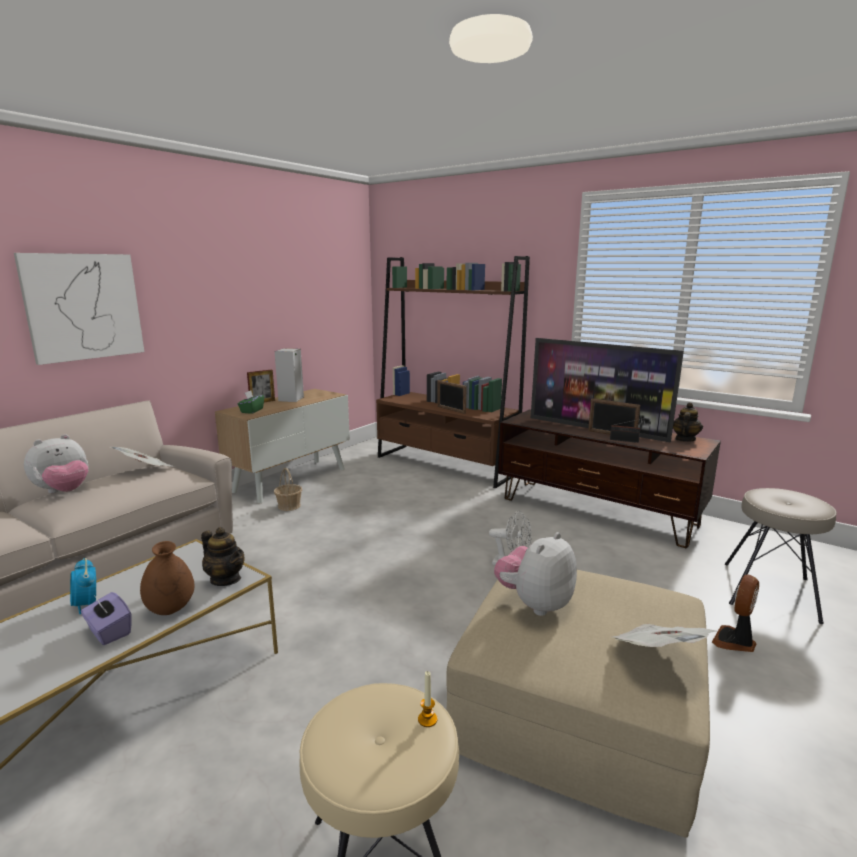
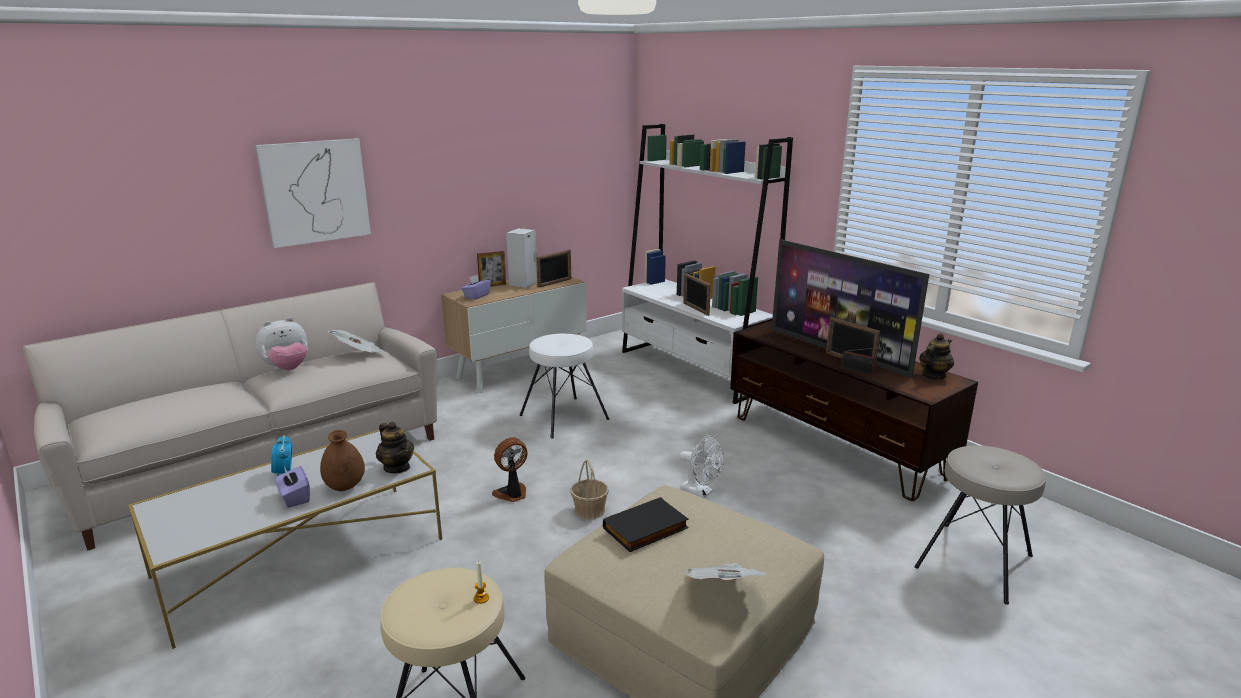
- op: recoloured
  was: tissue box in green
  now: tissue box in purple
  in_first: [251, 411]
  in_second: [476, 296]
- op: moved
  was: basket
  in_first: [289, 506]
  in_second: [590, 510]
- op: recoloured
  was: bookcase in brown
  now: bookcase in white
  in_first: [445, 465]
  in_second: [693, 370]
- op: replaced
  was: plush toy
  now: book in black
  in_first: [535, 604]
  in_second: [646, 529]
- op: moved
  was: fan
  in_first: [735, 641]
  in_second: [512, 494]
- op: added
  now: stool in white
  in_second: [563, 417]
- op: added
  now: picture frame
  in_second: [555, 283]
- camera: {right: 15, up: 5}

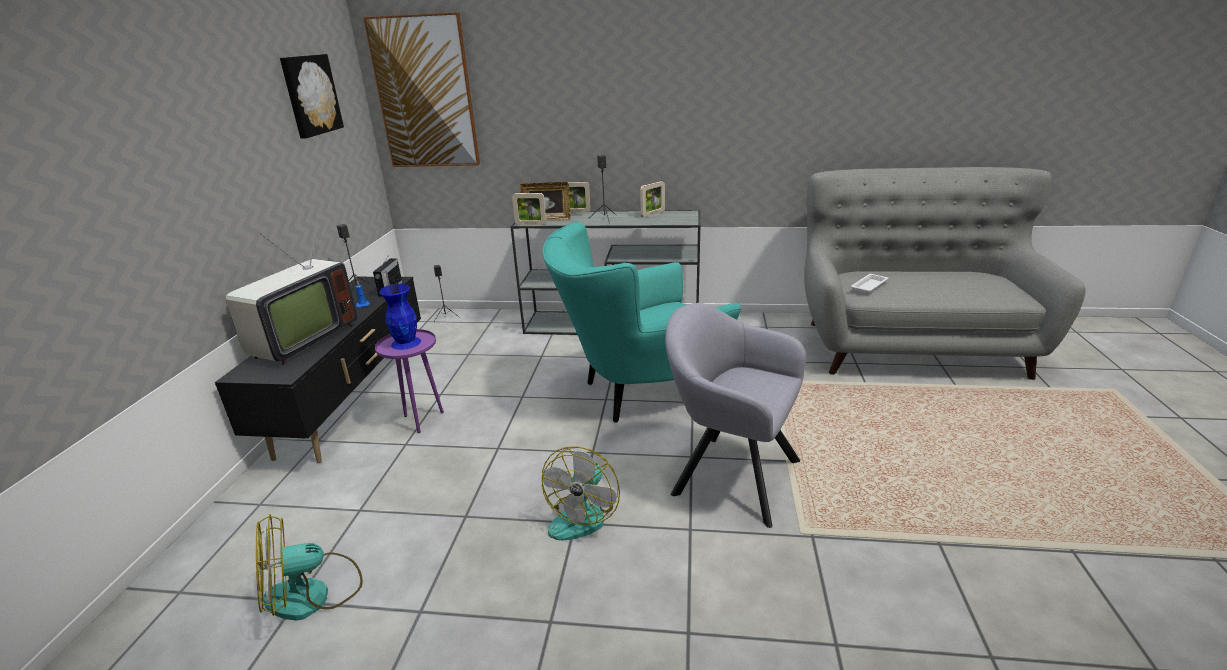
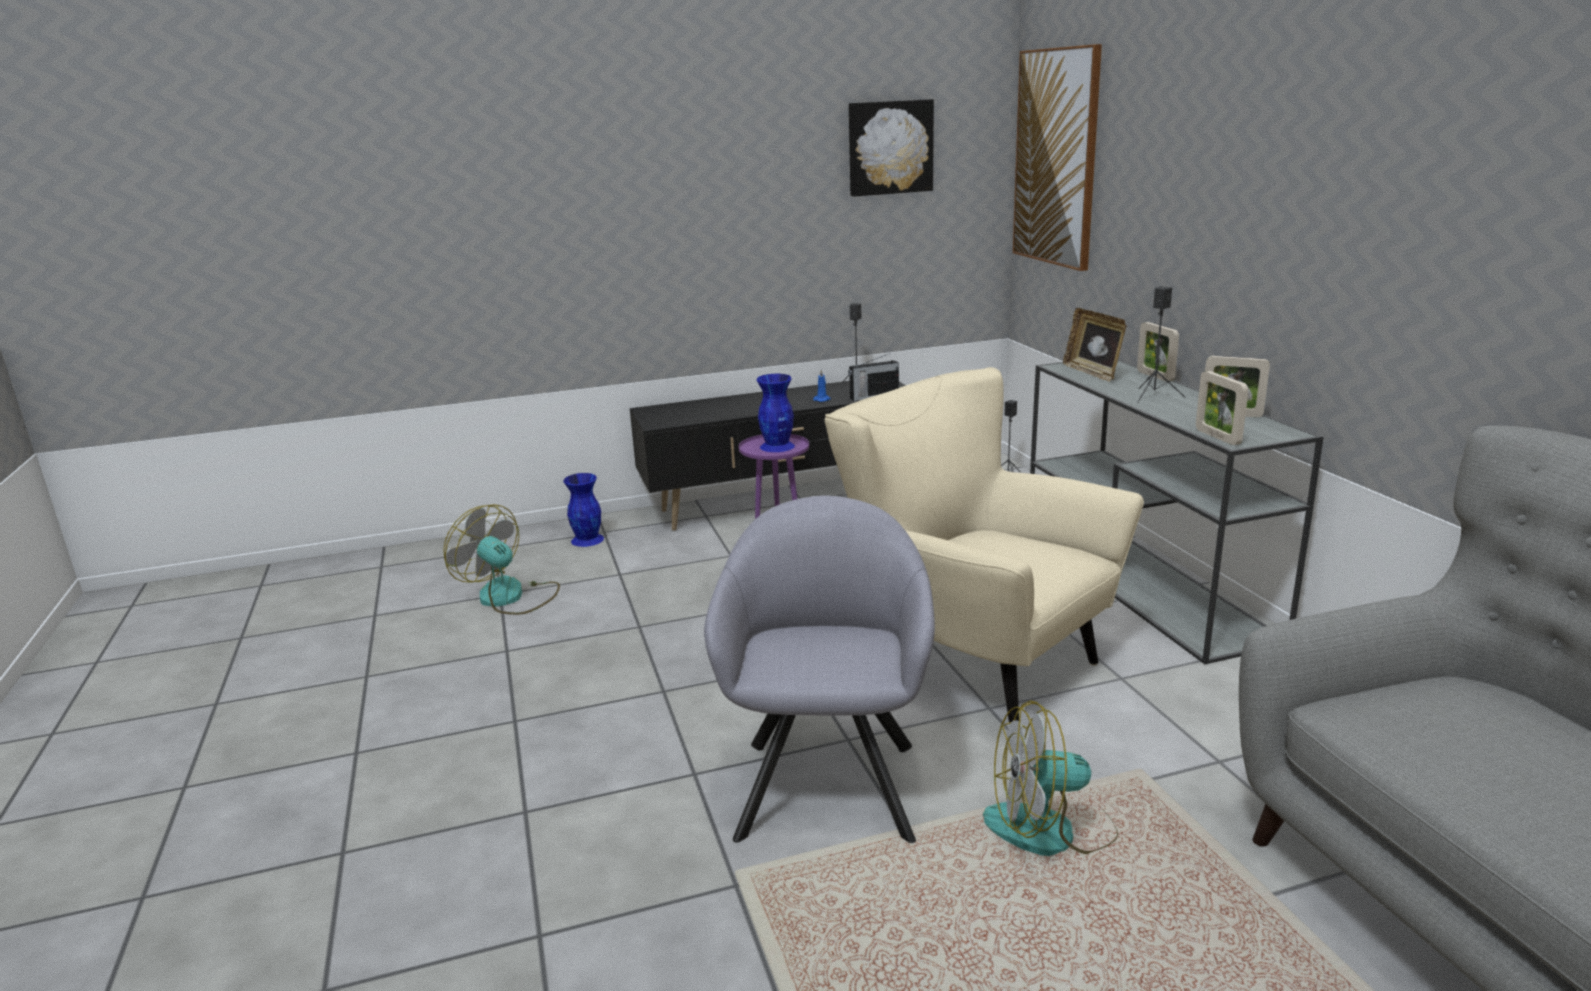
- op: removed
  was: television
  in_first: [300, 341]
- op: moved
  was: picture frame
  in_first: [530, 224]
  in_second: [1217, 437]
- op: recoloured
  was: armchair in turquoise
  now: armchair in beige
  in_first: [639, 392]
  in_second: [968, 658]
- op: moved
  was: fan
  in_first: [582, 514]
  in_second: [1050, 829]
- op: removed
  was: tray in white
  in_first: [869, 286]
- op: added
  now: vase in blue
  in_second: [588, 539]
- camera: {right: 65, up: -5}

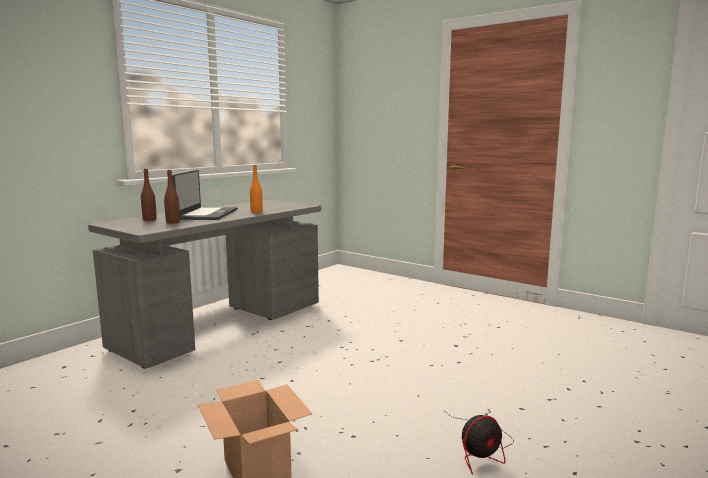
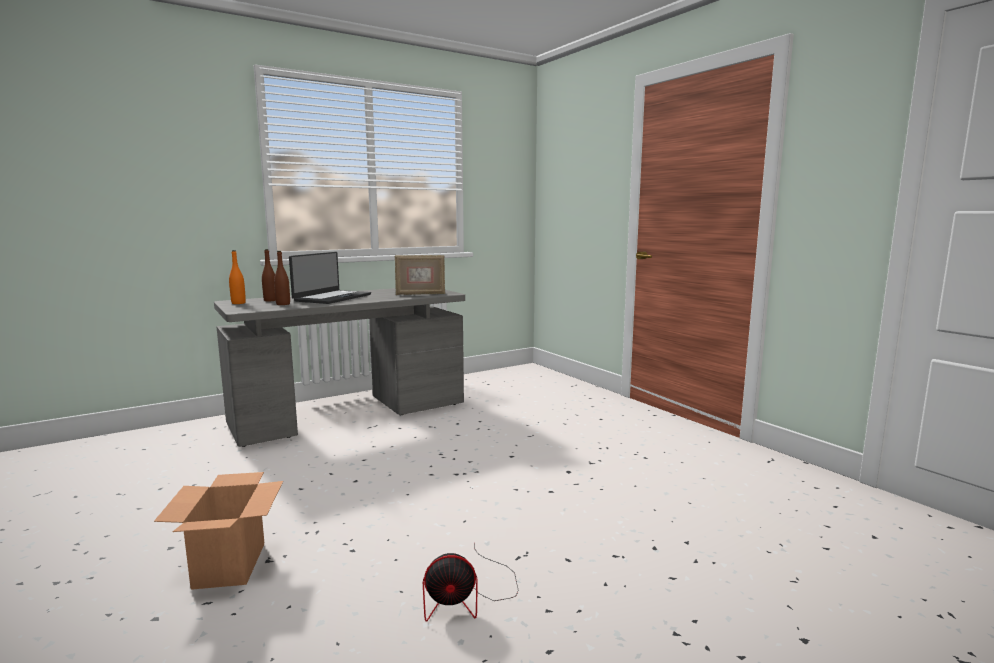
- op: moved
  was: bottle in orange
  in_first: [256, 212]
  in_second: [238, 303]
- op: added
  now: picture frame
  in_second: [420, 294]
- camera: {right: 20, up: 0}

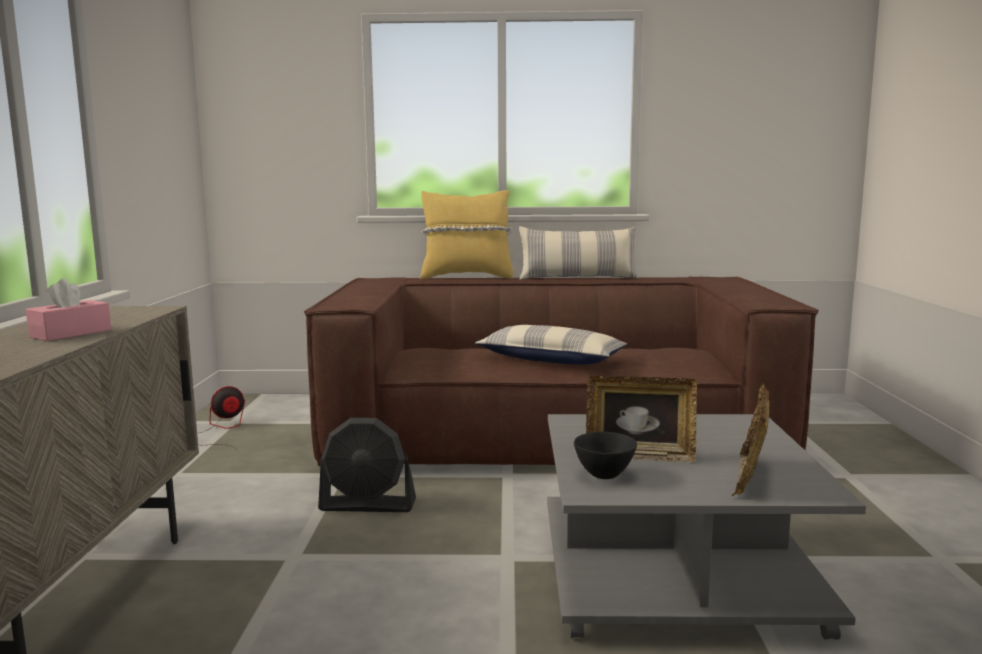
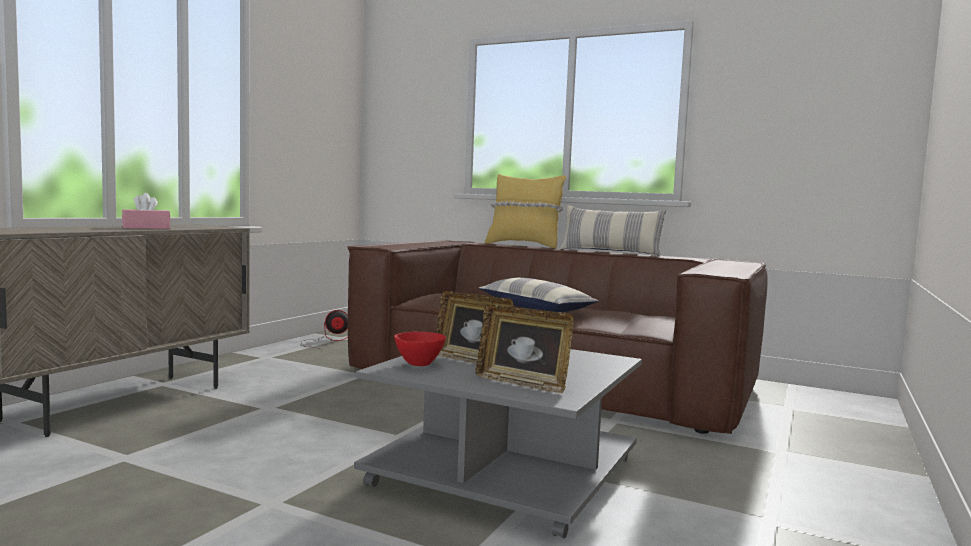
- op: removed
  was: fan in black
  in_first: [368, 505]
- op: recoloured
  was: bowl in black
  now: bowl in red
  in_first: [604, 476]
  in_second: [419, 364]
- op: turned
  was: picture frame
  in_first: [750, 478]
  in_second: [522, 383]
  clockwise: -105
- camera: {right: 25, up: -5}

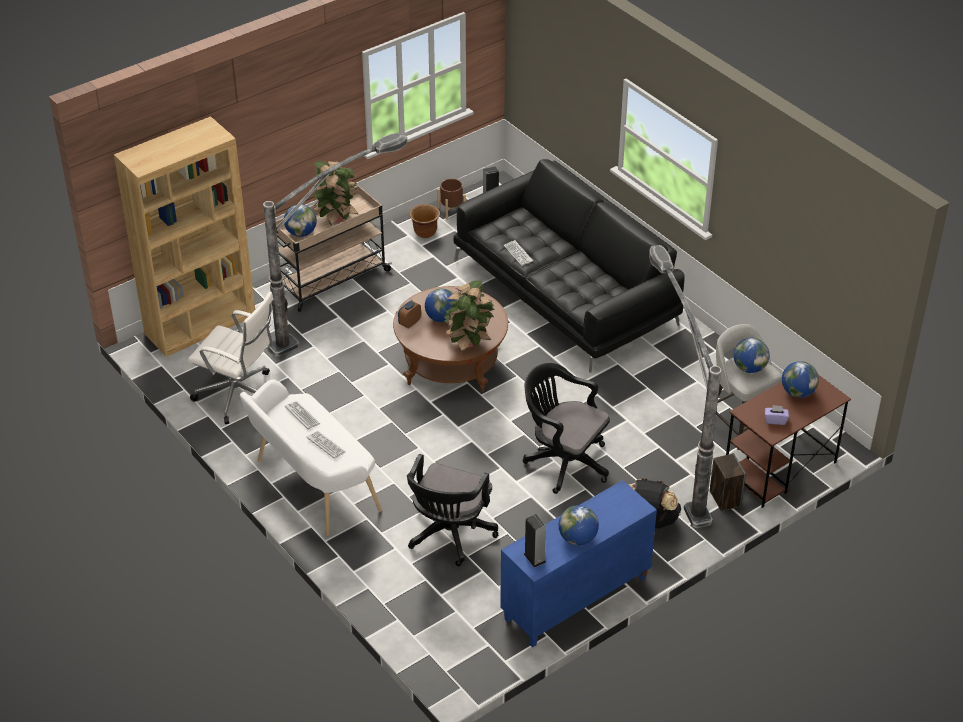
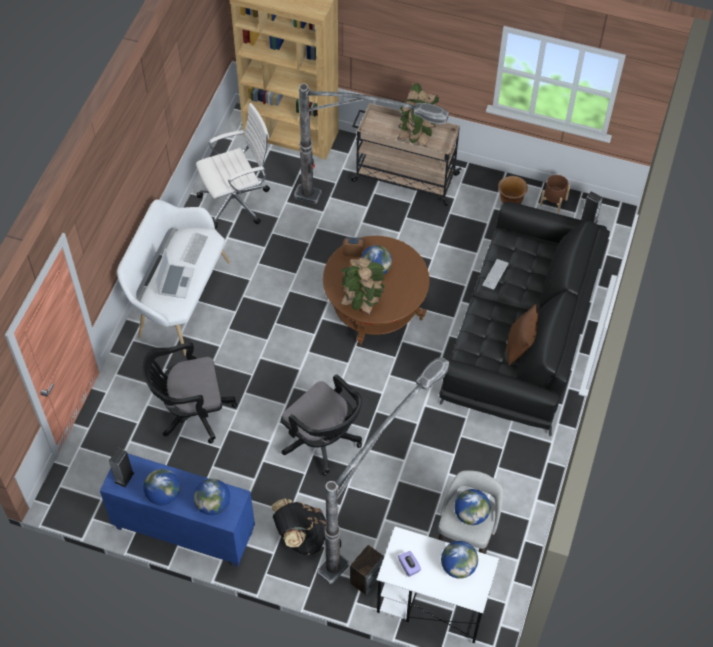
- op: turned
  was: office chair in white
  in_first: [238, 395]
  in_second: [237, 201]
  clockwise: -105
- op: moved
  was: globe
  in_first: [301, 233]
  in_second: [213, 504]
- op: replaced
  was: keyboard
  now: laptop
  in_first: [326, 445]
  in_second: [176, 281]
- op: turned
  was: office chair in black
  in_first: [563, 461]
  in_second: [324, 442]
  clockwise: 135
- op: recoloured
  was: desk in brown
  now: desk in white
  in_first: [779, 469]
  in_second: [432, 602]
- op: added
  now: pillow in brown
  in_second: [519, 347]
- camera: {right: 55, up: 15}

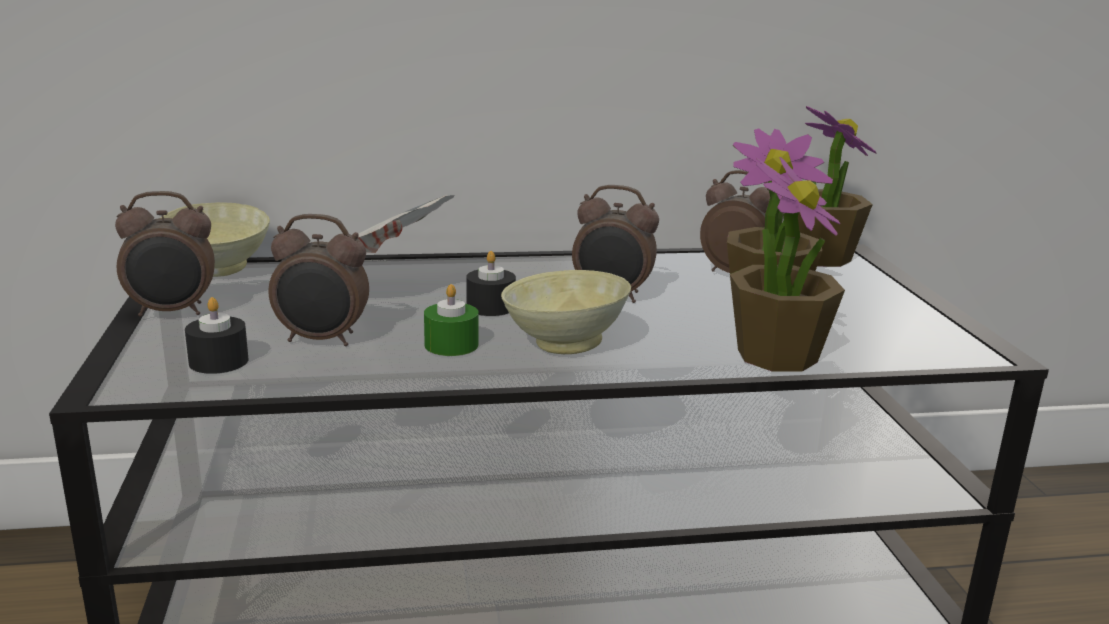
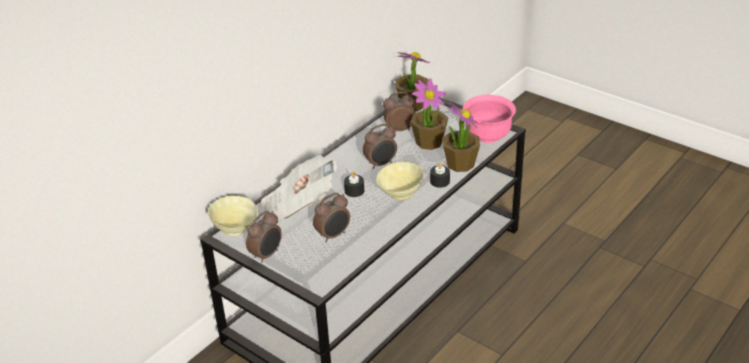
- op: moved
  was: candle in black
  in_first: [218, 361]
  in_second: [439, 181]
- op: removed
  was: candle in green
  in_first: [451, 345]
- op: added
  now: bowl in pink
  in_second: [487, 136]
- camera: {right: -40, up: 15}

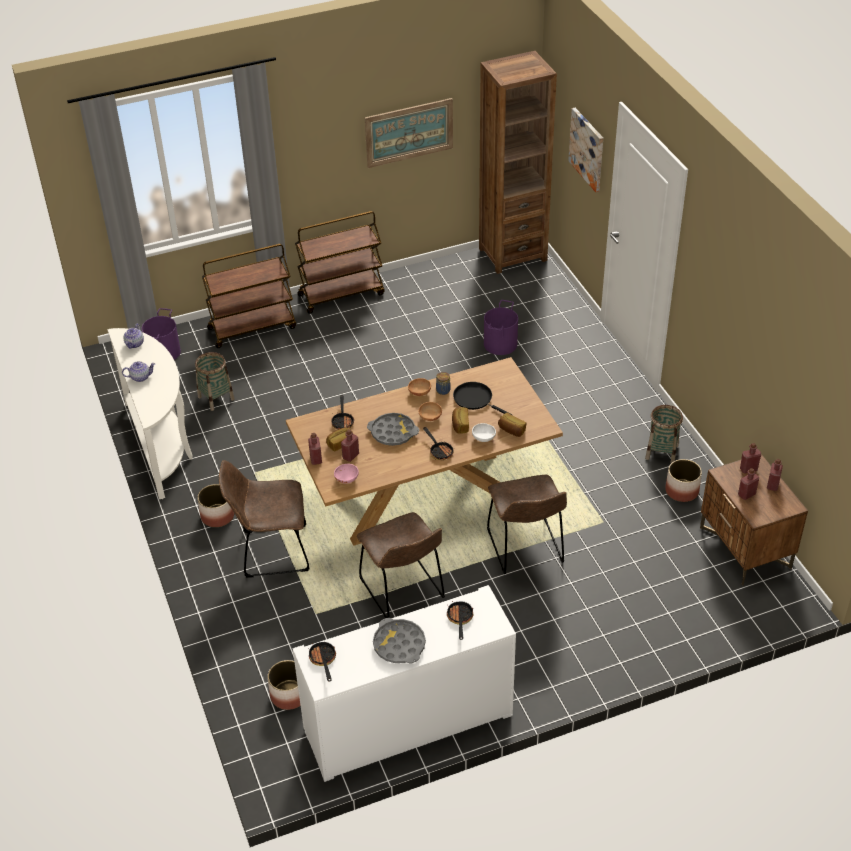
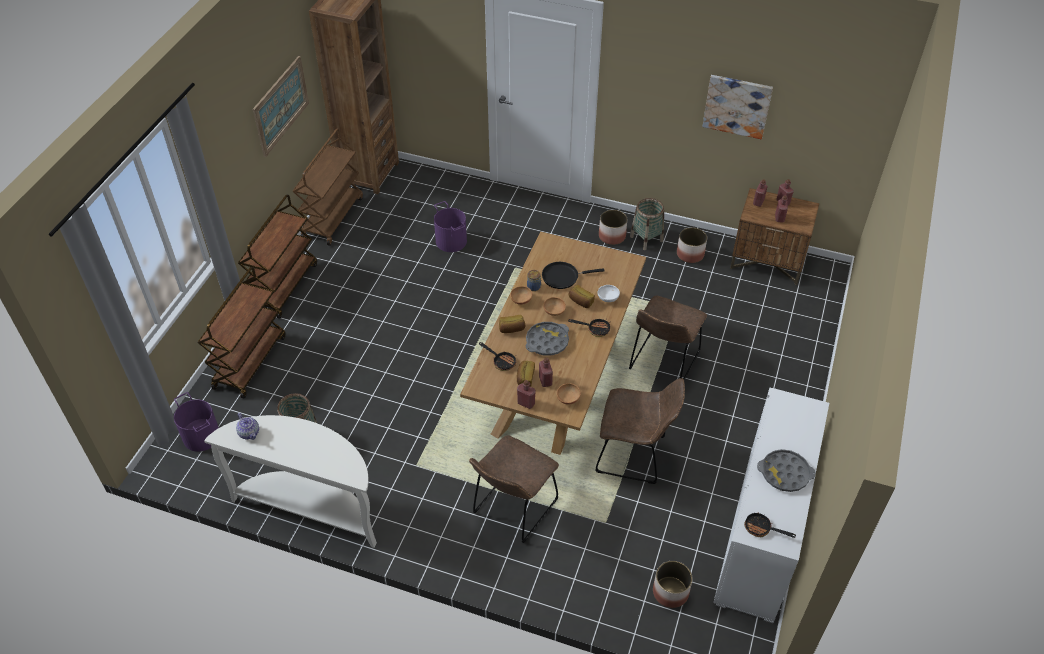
- op: removed
  was: teapot
  in_first: [140, 377]
- op: moved
  was: planter
  in_first: [217, 516]
  in_second: [612, 236]
- op: recoloured
  was: bowl in pink
  now: bowl in brown
  in_first: [346, 479]
  in_second: [567, 399]
- op: removed
  was: frying pan
  in_first: [460, 619]
- op: turned
  was: chair in brown
  in_first: [526, 549]
  in_second: [662, 363]
  clockwise: 90
- op: moved
  was: bread
  in_first: [511, 430]
  in_second: [511, 329]
- op: moved
  was: picture
  in_first: [587, 149]
  in_second: [737, 106]
- op: added
  now: cart in brown
  in_second: [332, 217]
- camera: {right: -50, up: 5}

